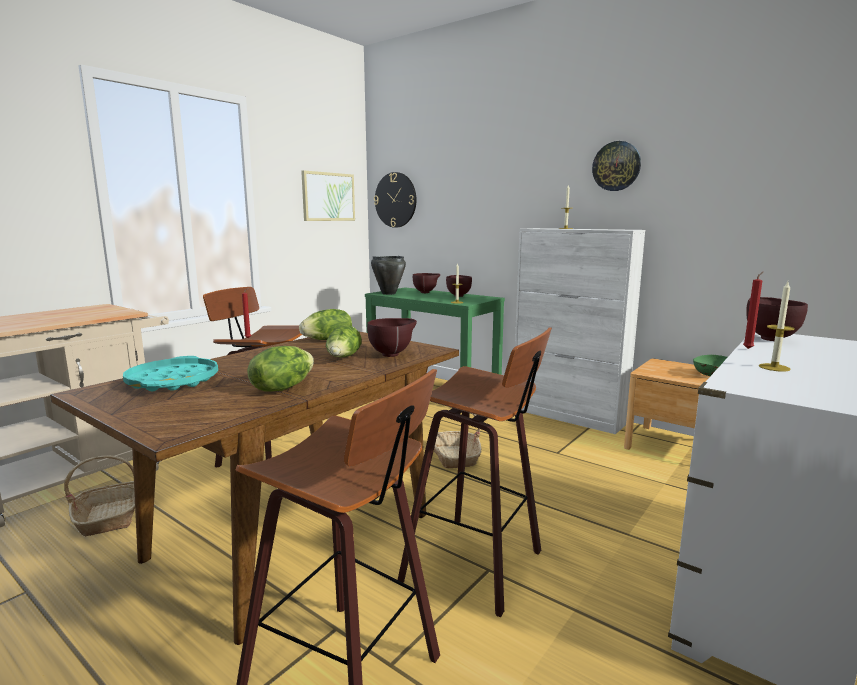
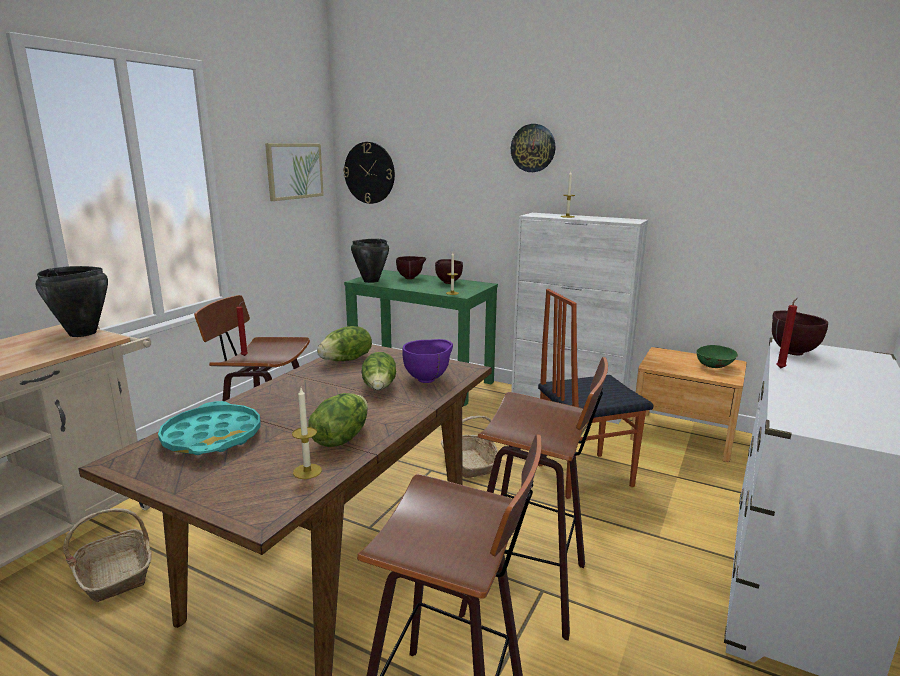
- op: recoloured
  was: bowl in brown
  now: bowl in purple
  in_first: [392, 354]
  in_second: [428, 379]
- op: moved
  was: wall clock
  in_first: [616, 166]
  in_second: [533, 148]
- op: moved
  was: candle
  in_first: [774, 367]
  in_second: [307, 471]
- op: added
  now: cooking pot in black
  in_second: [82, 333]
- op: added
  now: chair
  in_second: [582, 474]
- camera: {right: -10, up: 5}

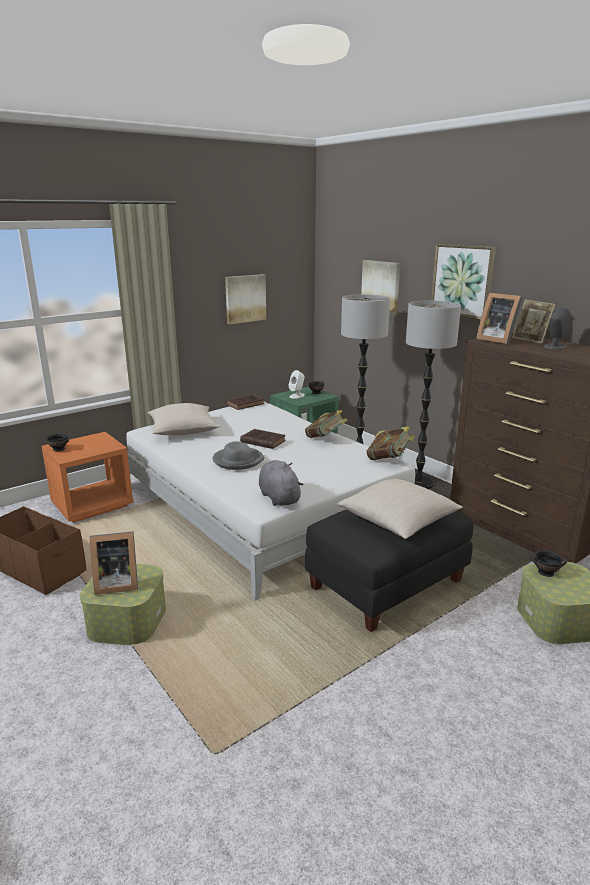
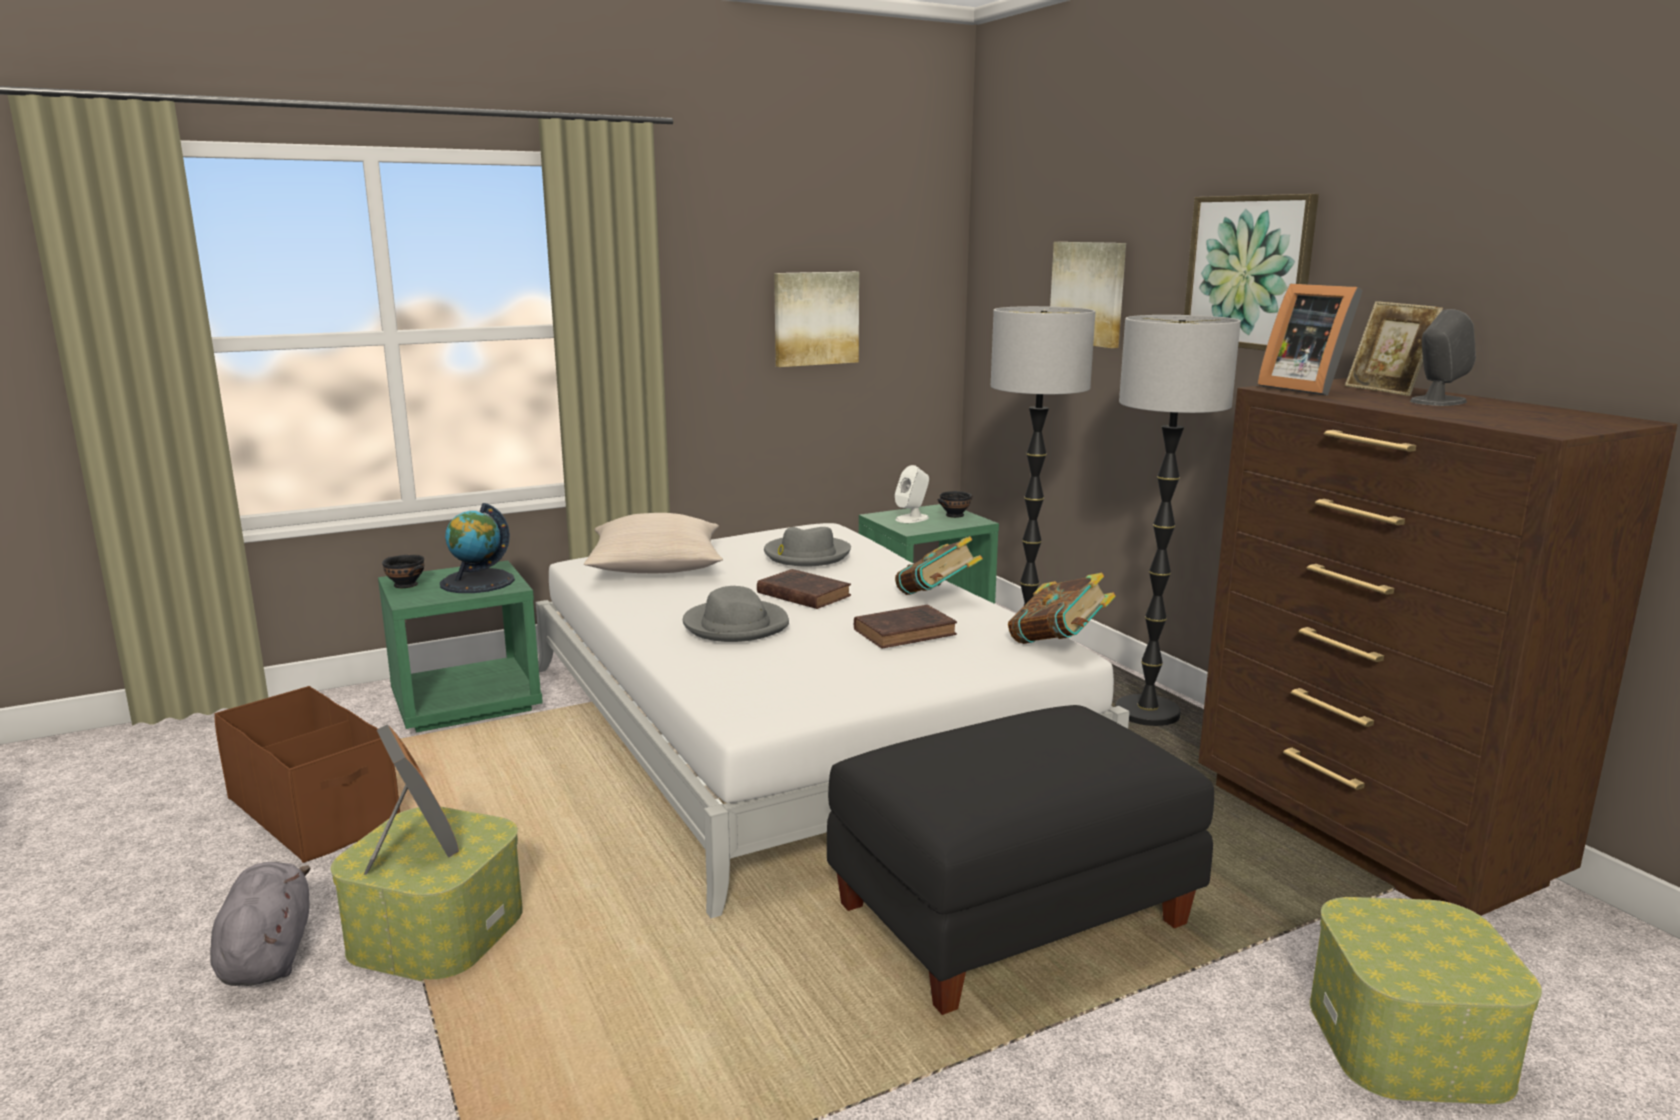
- op: recoloured
  was: nightstand in orange
  now: nightstand in green
  in_first: [92, 505]
  in_second: [467, 703]
- op: turned
  was: picture frame
  in_first: [116, 583]
  in_second: [413, 847]
  clockwise: -120
- op: moved
  was: book in brown
  in_first: [246, 404]
  in_second: [907, 632]
- op: moved
  was: plush toy in grey
  in_first: [278, 497]
  in_second: [268, 955]
- op: removed
  was: pillow in beige
  in_first: [398, 520]
- op: removed
  was: bowl in black
  in_first: [546, 572]
- op: added
  now: globe
  in_second: [477, 582]
- op: added
  now: hat in grey
  in_second: [806, 555]
- camera: {right: 10, up: -5}

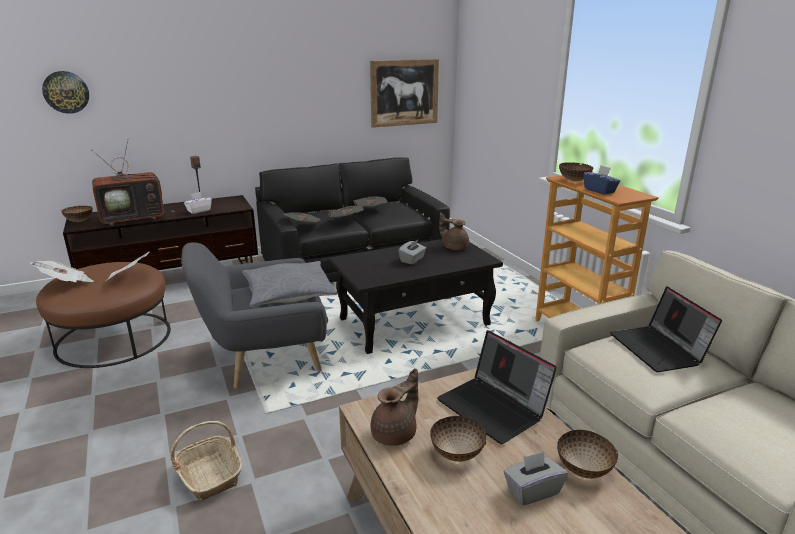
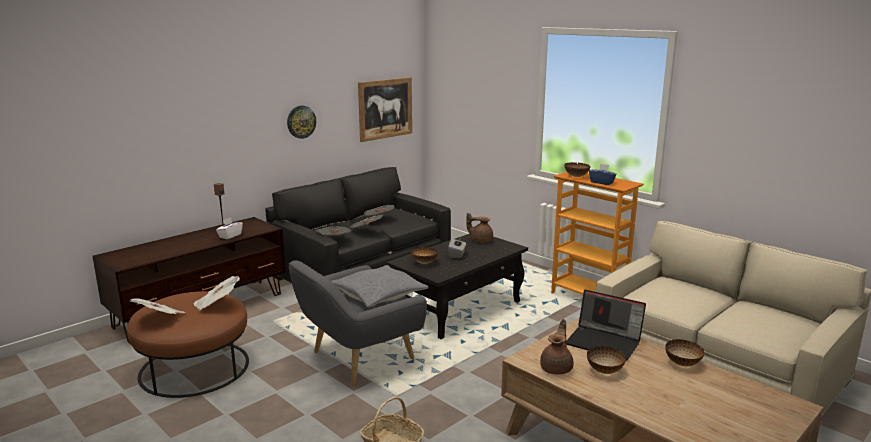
- op: moved
  was: wall clock
  in_first: [66, 92]
  in_second: [301, 121]
- op: moved
  was: bowl
  in_first: [80, 221]
  in_second: [424, 262]
- op: removed
  was: television
  in_first: [135, 217]
- op: removed
  was: tissue box in grey
  in_first: [532, 490]
- op: removed
  was: laptop
  in_first: [659, 349]
- camera: {right: -20, up: -5}

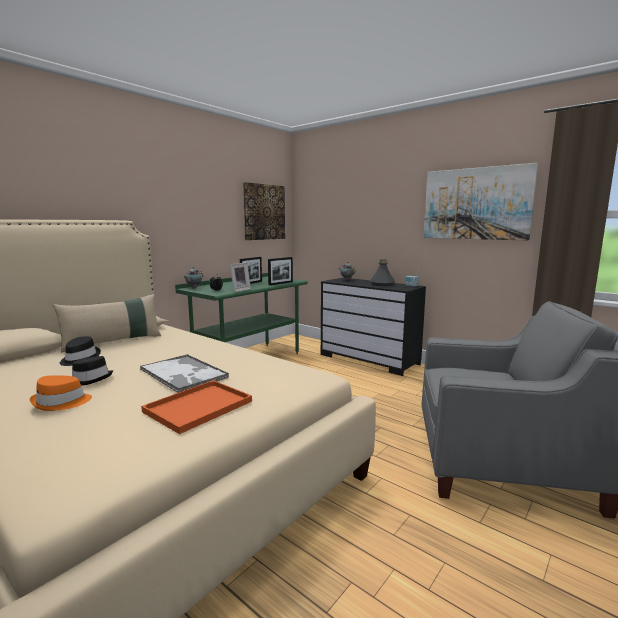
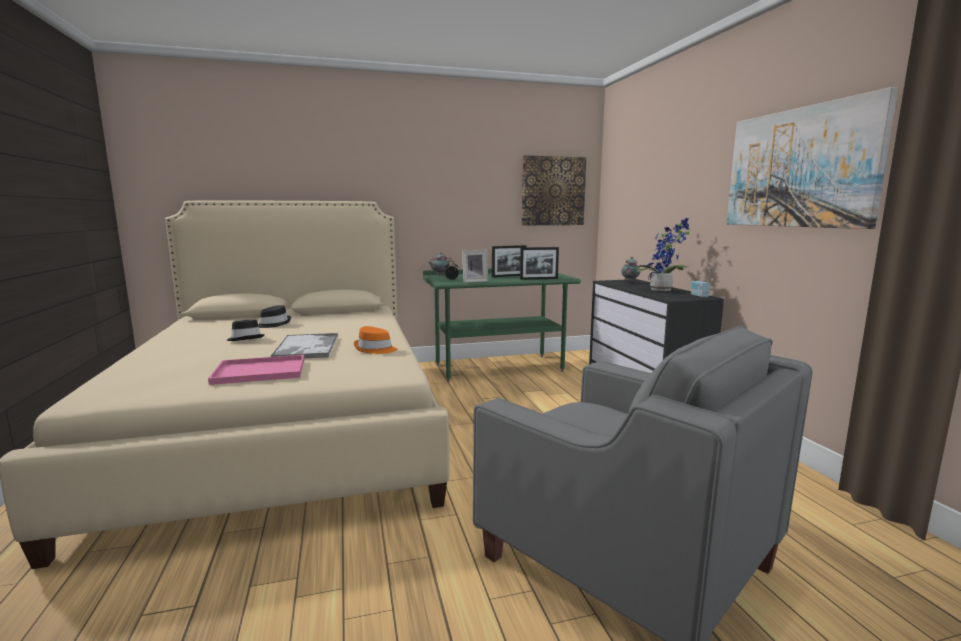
- op: moved
  was: hat in orange
  in_first: [61, 402]
  in_second: [375, 349]
- op: removed
  was: pillow in beige
  in_first: [113, 342]
- op: recoloured
  was: tray in orange
  now: tray in pink
  in_first: [199, 405]
  in_second: [262, 371]
- op: replaced
  was: bottle in grey
  now: potted plant
  in_first: [382, 284]
  in_second: [663, 290]
- camera: {right: 35, up: 0}

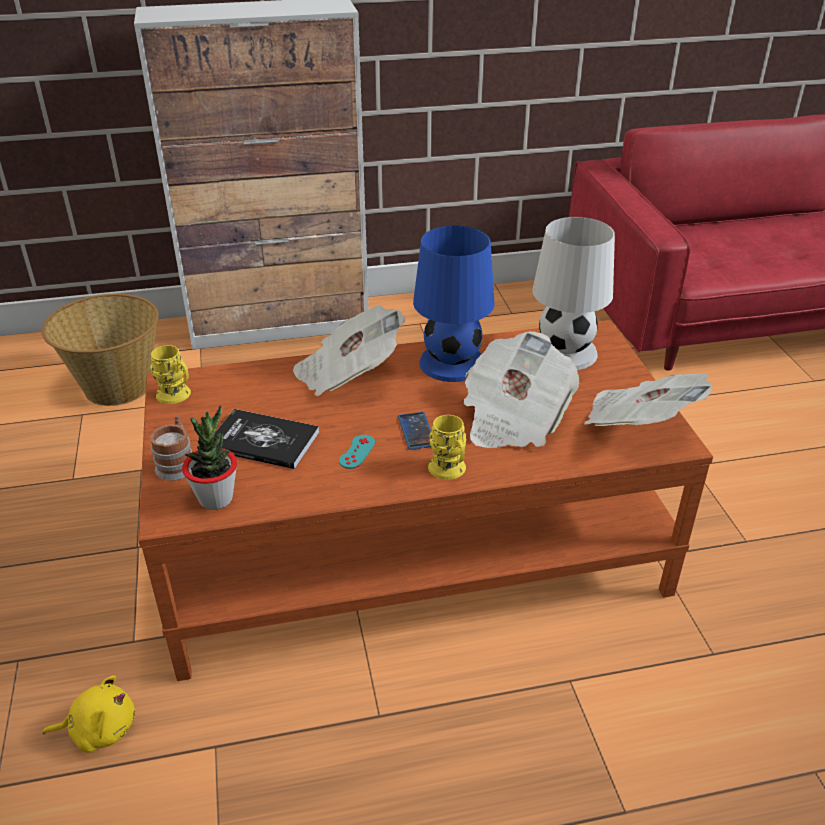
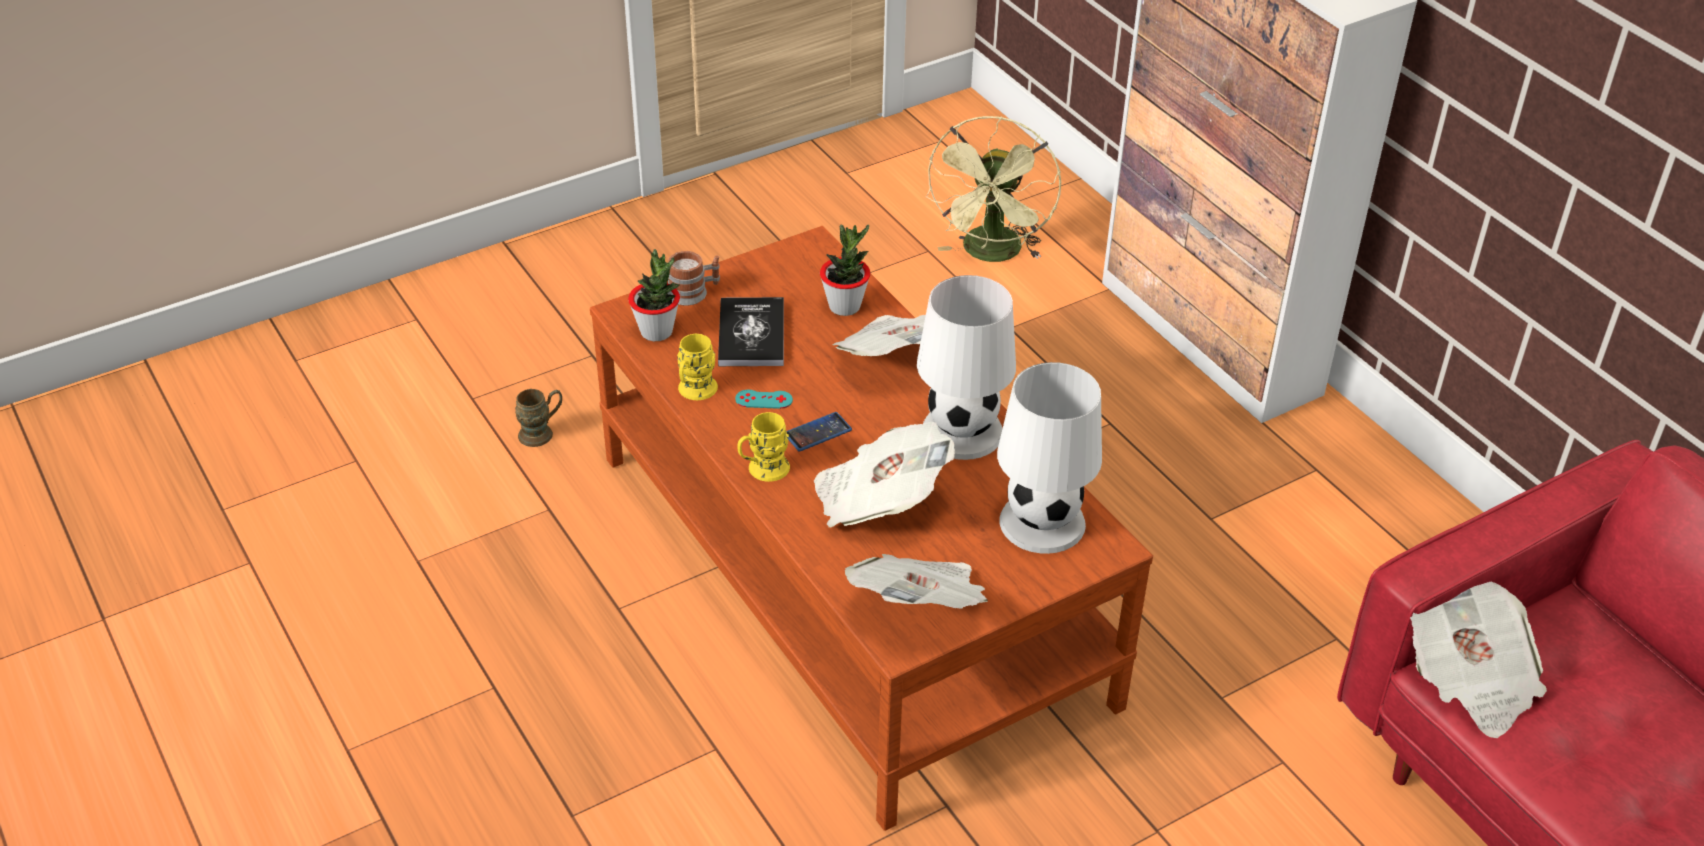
- op: replaced
  was: basket
  now: fan in green
  in_first: [116, 386]
  in_second: [992, 254]
- op: replaced
  was: plush toy in yellow
  now: mug in brown
  in_first: [100, 729]
  in_second: [542, 433]
- op: moved
  was: mug in yellow
  in_first: [177, 396]
  in_second: [694, 392]
- op: recoloured
  was: table lamp in blue
  now: table lamp in white
  in_first: [451, 363]
  in_second: [961, 431]
- op: added
  now: potted plant
  in_second: [845, 306]
- op: added
  now: newspaper
  in_second: [1469, 680]
- camera: {right: 70, up: 5}

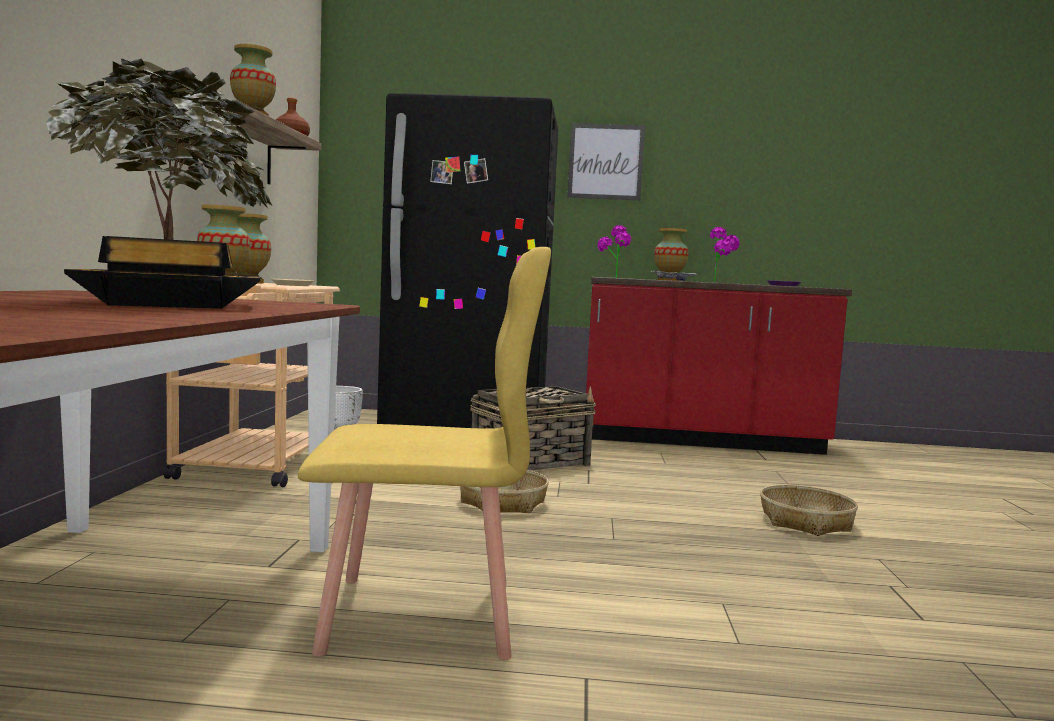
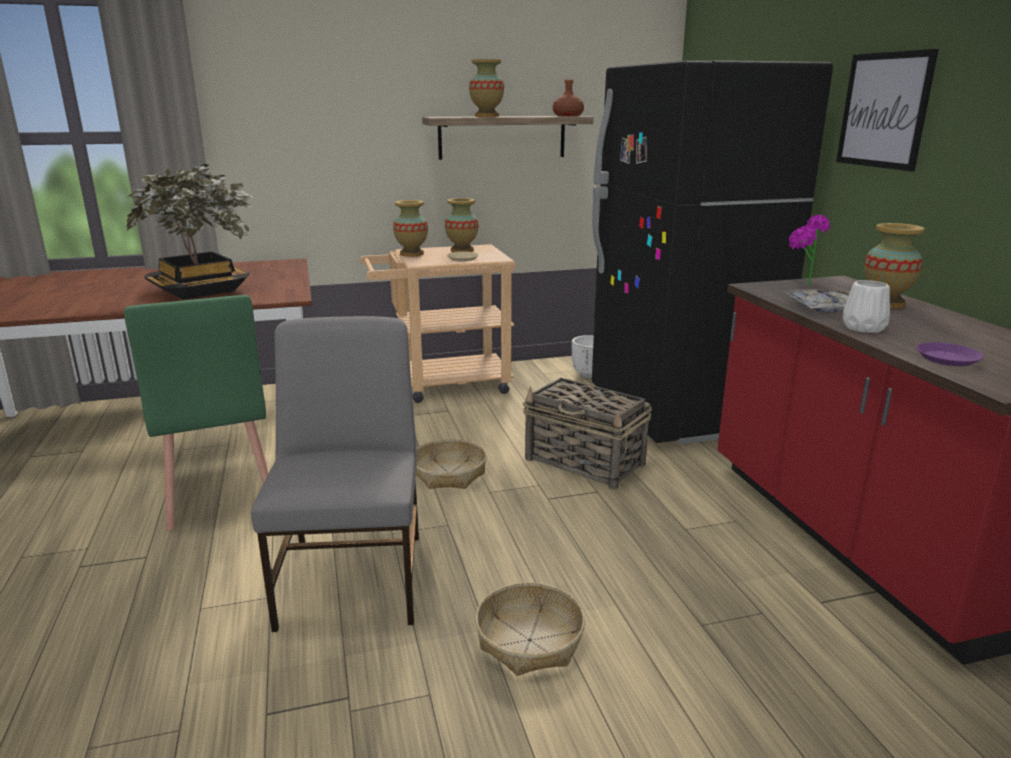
- op: recoloured
  was: chair in yellow
  now: chair in green
  in_first: [423, 616]
  in_second: [219, 494]
- op: replaced
  was: potted plant
  now: vase in white
  in_first: [721, 282]
  in_second: [864, 328]
- op: added
  now: chair in grey
  in_second: [354, 577]
- camera: {right: 70, up: 15}

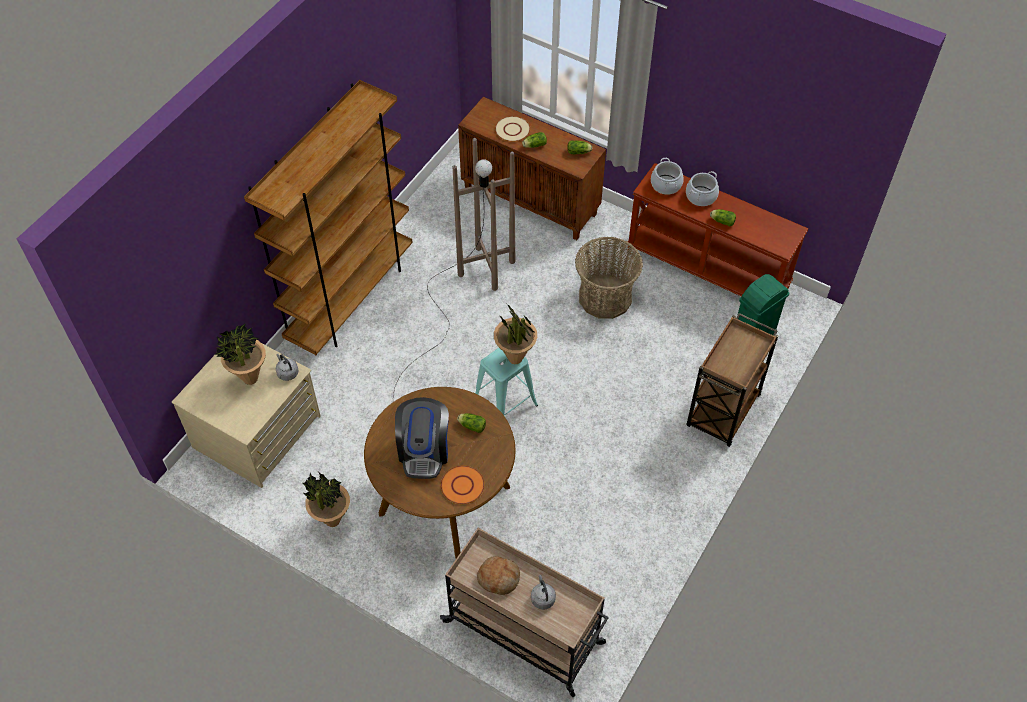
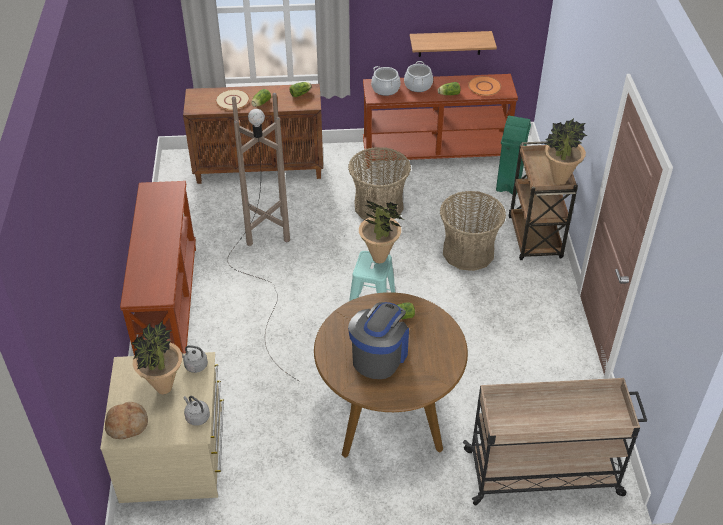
- op: replaced
  was: bookcase in brown
  now: console table in brown
  in_first: [351, 298]
  in_second: [168, 306]
- op: moved
  was: potted plant
  in_first: [332, 521]
  in_second: [559, 181]
- op: turned
  was: coffee machine
  in_first: [424, 450]
  in_second: [379, 355]
  clockwise: -120
- op: moved
  was: plate in orange
  in_first: [462, 485]
  in_second: [484, 87]
- op: moved
  was: bread
  in_first: [499, 578]
  in_second: [127, 424]
- op: moved
  was: kettle in grey
  in_first: [542, 598]
  in_second: [196, 417]
- op: added
  now: shelf
  in_second: [450, 43]
- op: added
  now: basket
  in_second: [468, 252]
- camera: {right: -35, up: -10}

